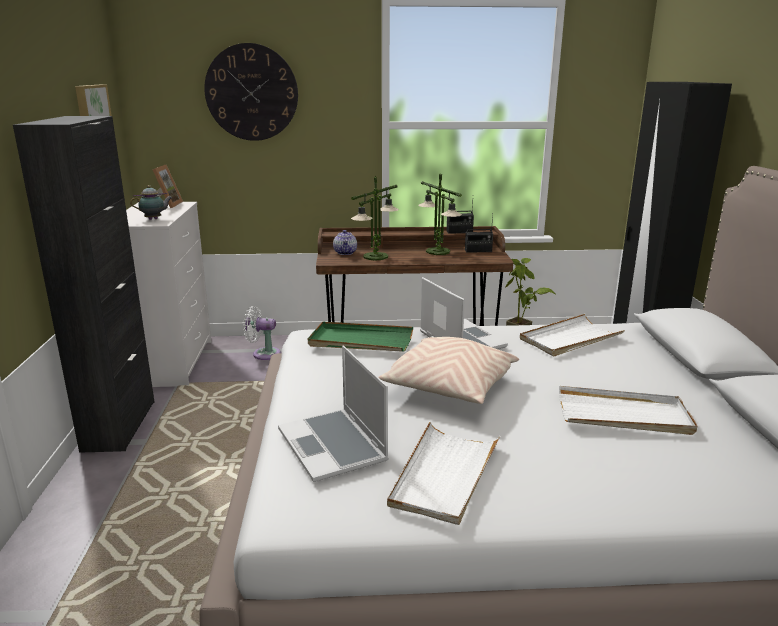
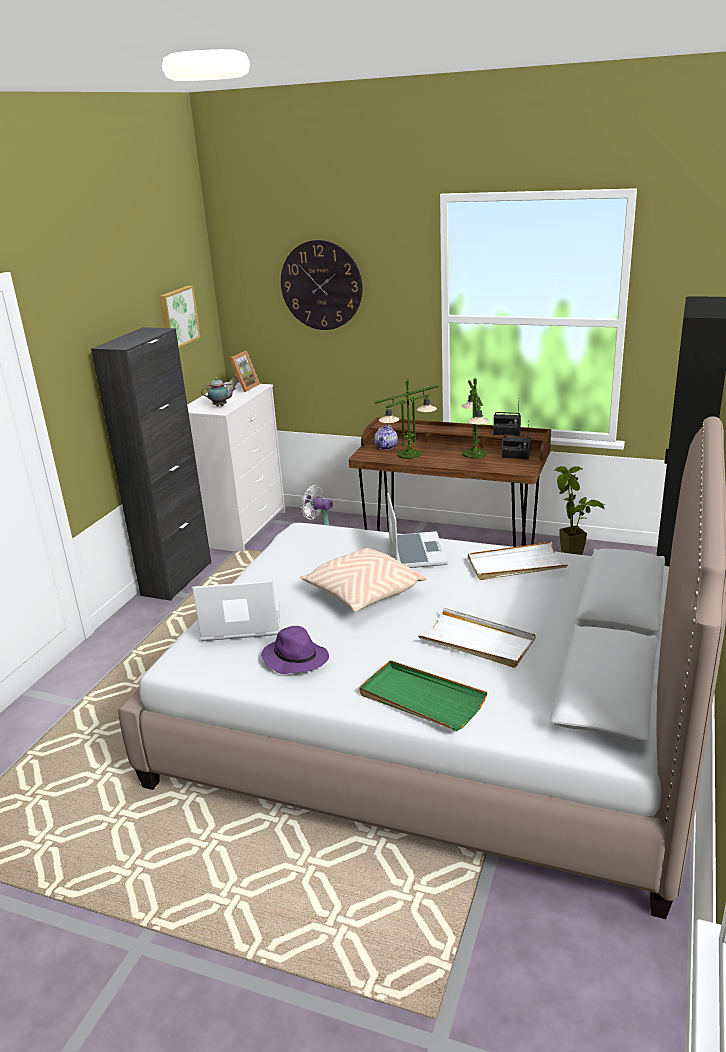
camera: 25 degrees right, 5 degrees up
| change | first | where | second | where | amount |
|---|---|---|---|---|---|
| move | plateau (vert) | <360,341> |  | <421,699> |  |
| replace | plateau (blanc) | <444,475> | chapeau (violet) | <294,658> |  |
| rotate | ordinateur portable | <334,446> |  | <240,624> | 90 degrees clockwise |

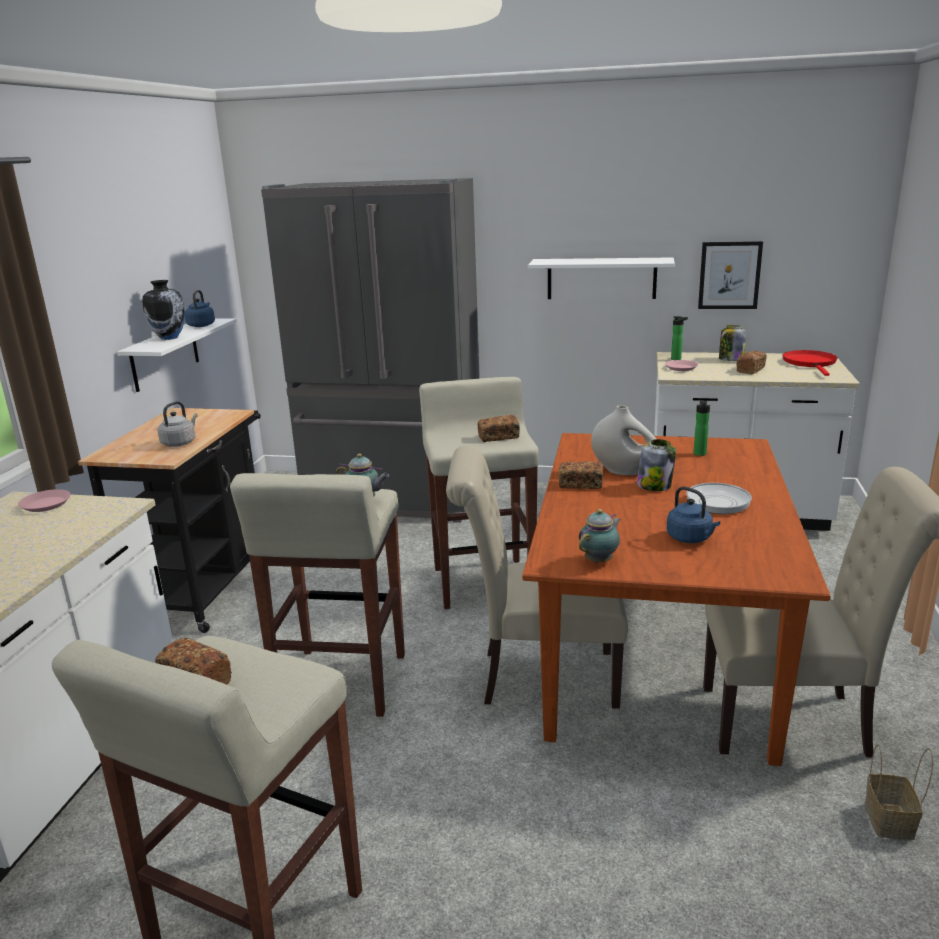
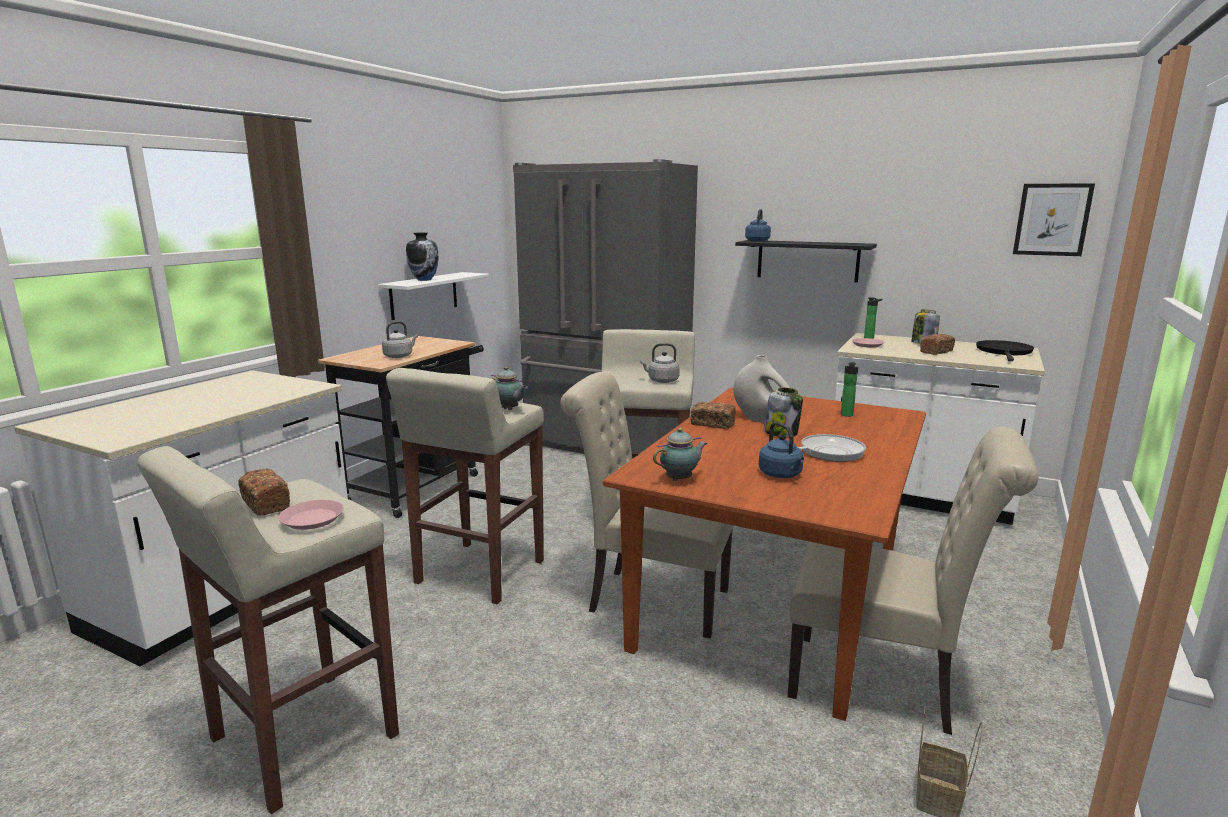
camera: 15 degrees right, 5 degrees down
| change | first | where | second | where | amount |
|---|---|---|---|---|---|
| move | assiette (rose) | <45,504> |  | <312,519> |  |
| move | bouilloire (bleu) | <201,325> |  | <757,241> |  |
| move | tableau | <729,275> |  | <1052,219> |  |
| replace | pain | <498,437> | bouilloire (gris) | <661,381> |  |
| recolor | étagère (blanc) | <601,278> | étagère (noir) | <807,260> |  |
| recolor | poêle (rouge) | <810,363> | poêle (noir) | <1004,352> |  |

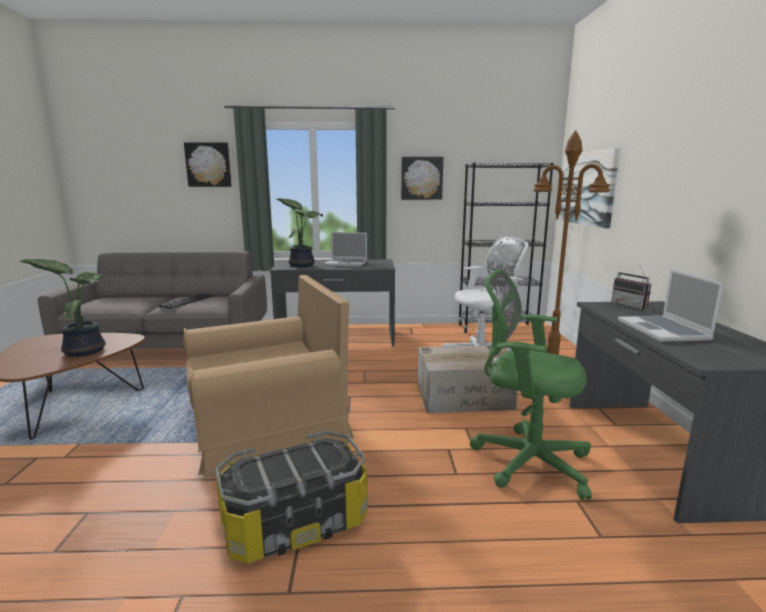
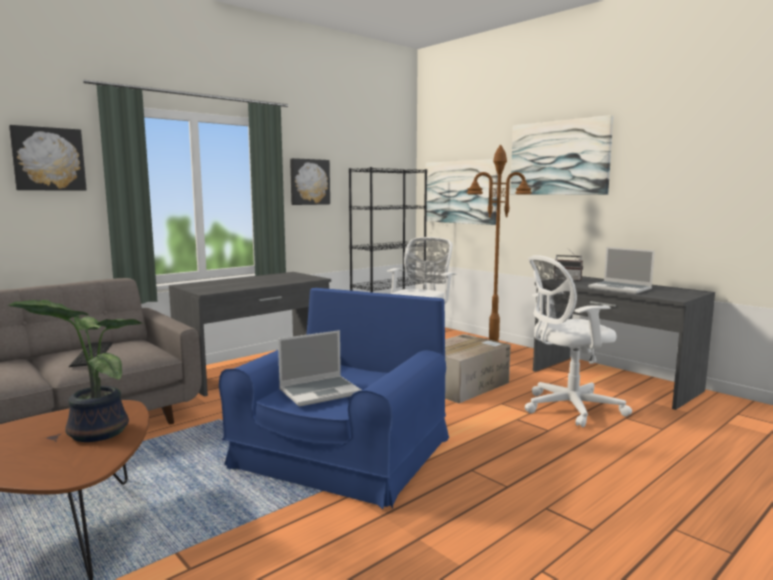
camera: 40 degrees left, 5 degrees down
| change | first | where | second | where | amount |
|---|---|---|---|---|---|
| delete | boîte de rangement | <295,524> |  |  |  |
| delete | plante en pot | <301,265> |  |  |  |
| insert |  |  | tableau | <559,158> |  |
| move | ordinateur portable | <347,263> |  | <320,392> |  |
| recolor | fauteuil (marron) | <266,420> | fauteuil (bleu) | <343,453> |  |
| recolor | chaise de bureau (vert) | <525,460> | chaise de bureau (blanc) | <567,408> |  |

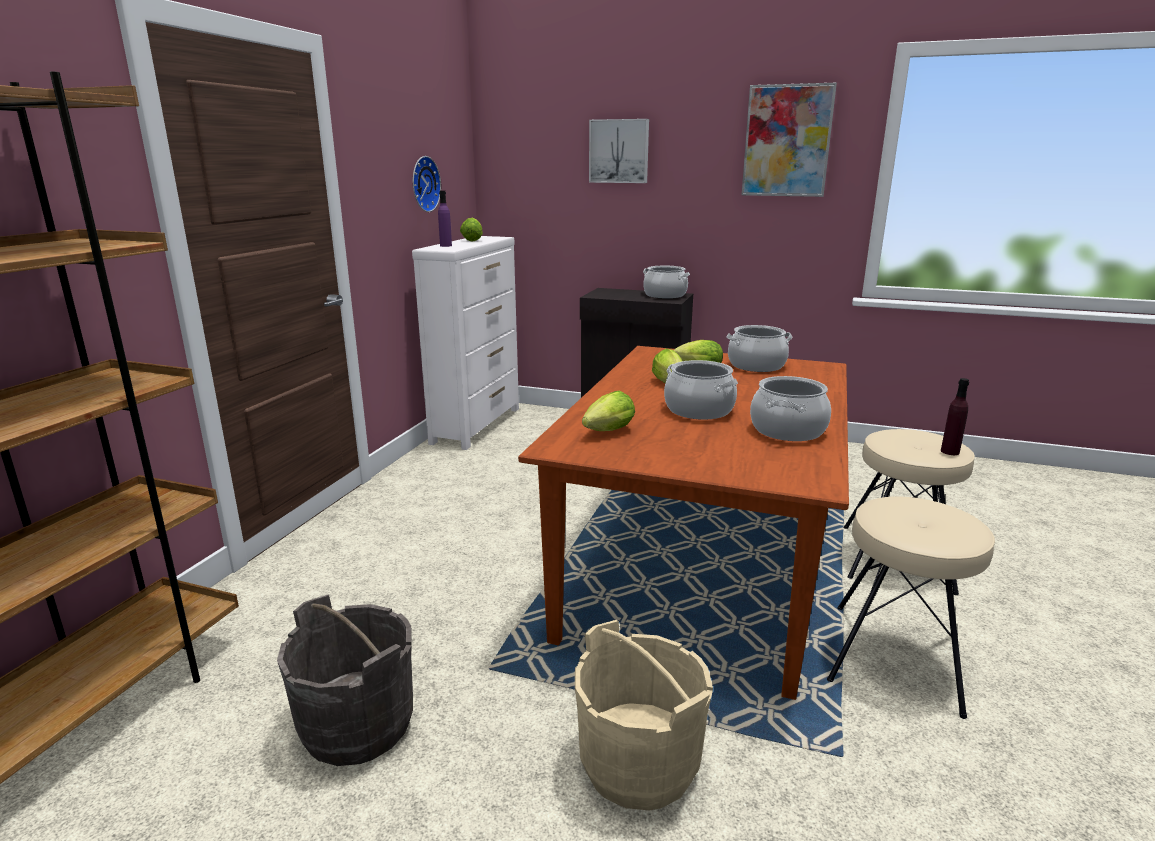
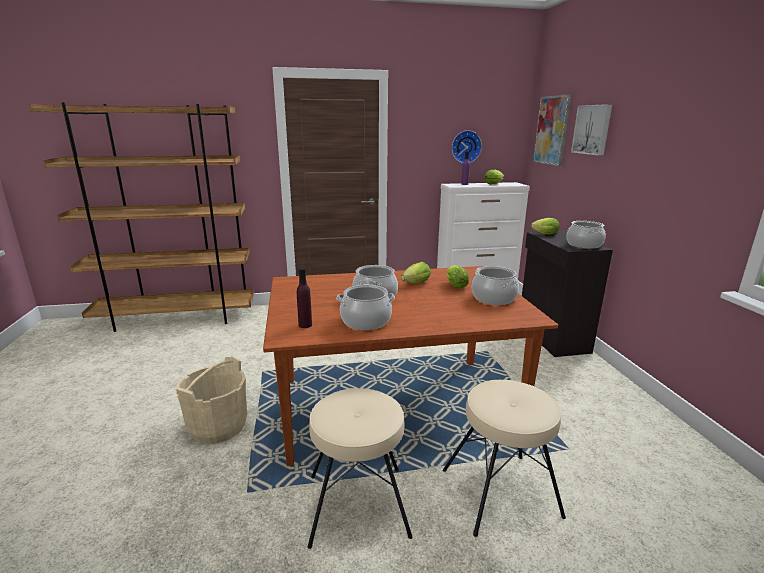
camera: 60 degrees right, 0 degrees up
| change | first | where | second | where | amount |
|---|---|---|---|---|---|
| delete | seau (gris) | <357,725> |  |  |  |
| move | laitue | <606,432> |  | <543,234> |  |
| move | tableau | <787,141> |  | <551,130> |  |
| move | bouteille (violet) | <950,452> |  | <305,325> |  |

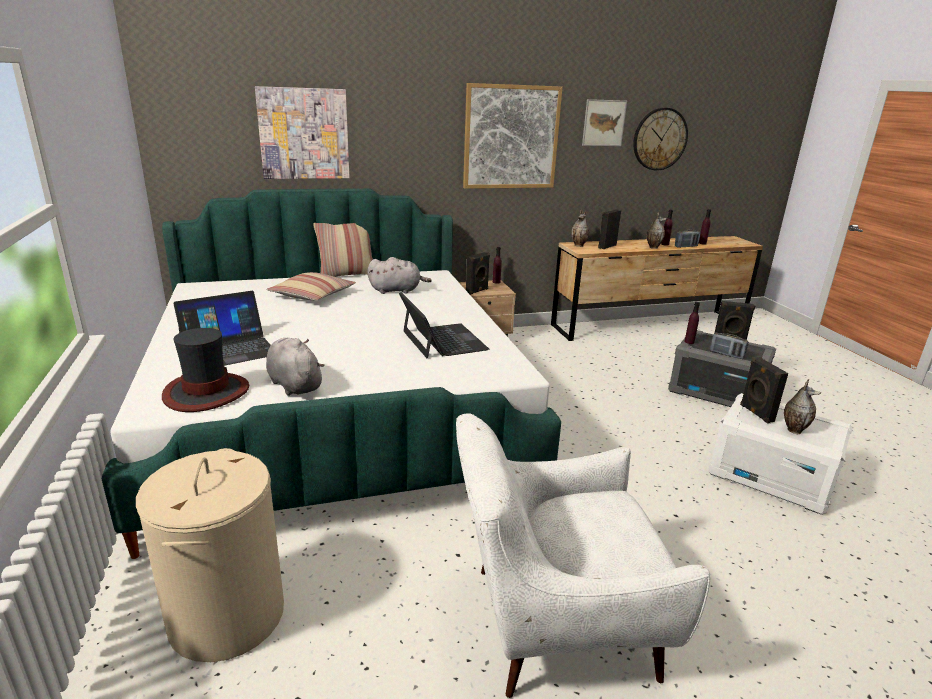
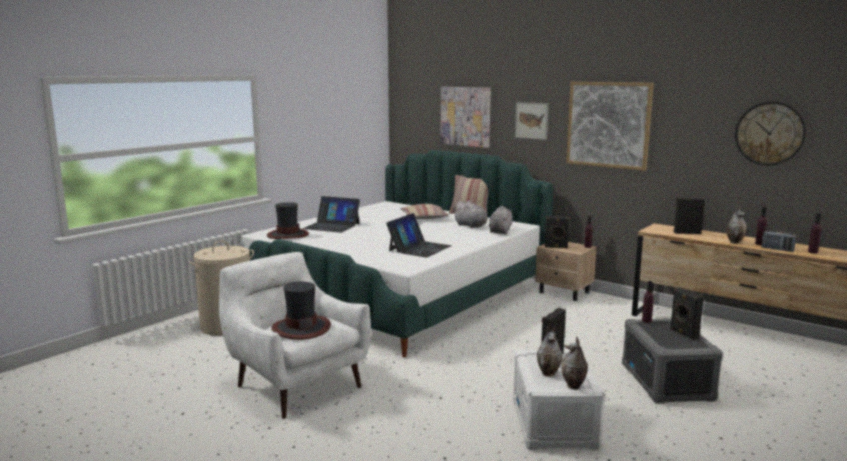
camera: 55 degrees right, 10 degrees down
| change | first | where | second | where | amount |
|---|---|---|---|---|---|
| delete | radio | <726,354> |  |  |  |
| insert |  |  | chapeau | <301,328> |  |
| move | peluche (gris) | <294,384> |  | <500,231> |  |
| move | vase | <579,245> |  | <574,386> |  |
| move | tableau | <603,123> |  | <531,120> |  |

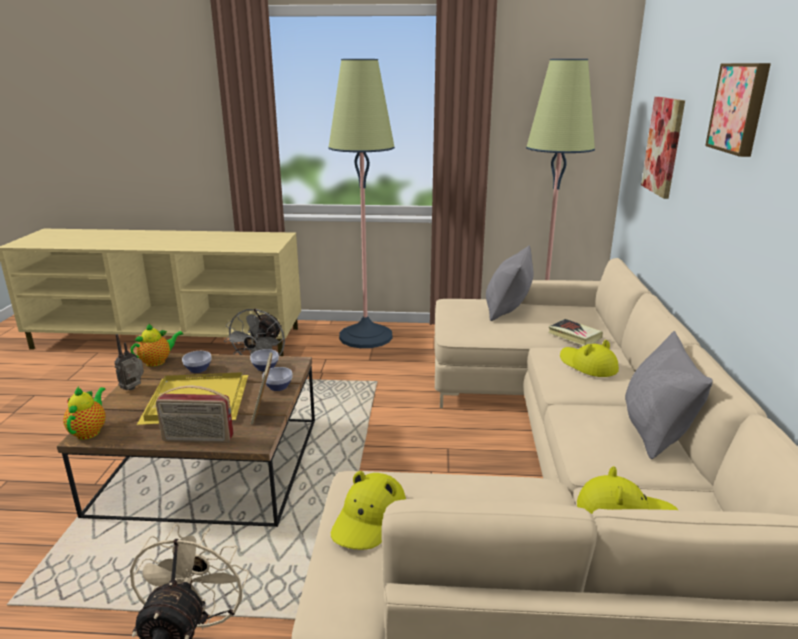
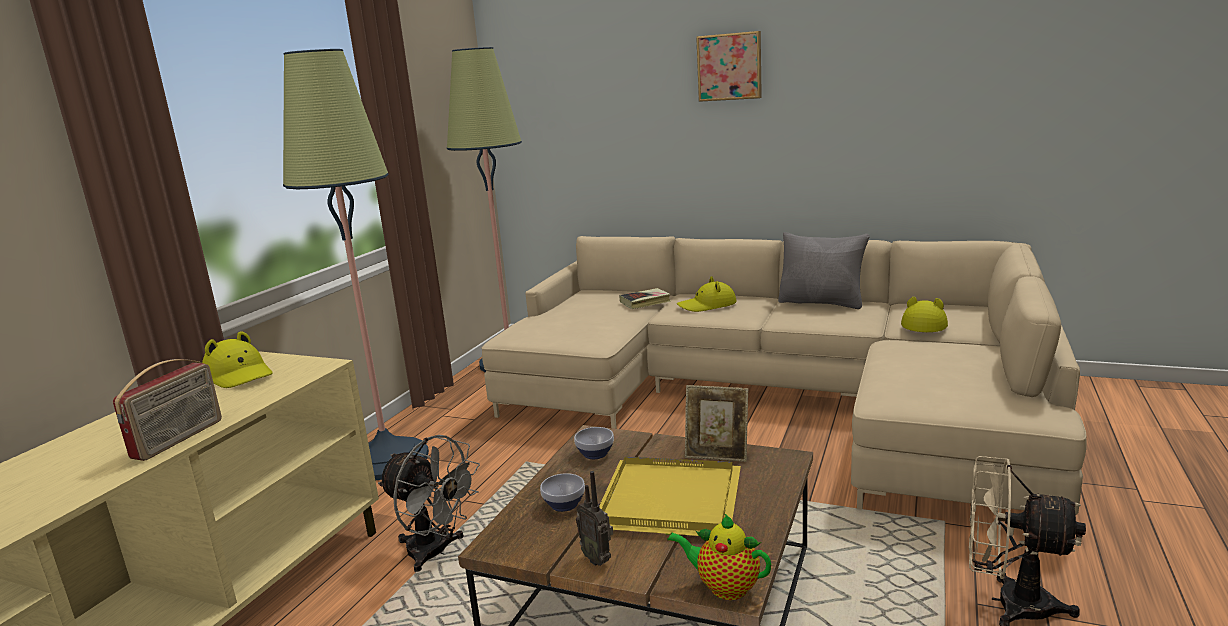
camera: 70 degrees left, 5 degrees down
| change | first | where | second | where | amount |
|---|---|---|---|---|---|
| delete | théière | <158,361> |  |  |  |
| delete | bol | <278,387> |  |  |  |
| delete | coussin (gris) | <507,310> |  |  |  |
| delete | tableau | <663,146> |  |  |  |
| move | radio | <197,439> |  | <179,439> |  |
| move | chapeau (jaune) | <369,519> |  | <239,375> |  |

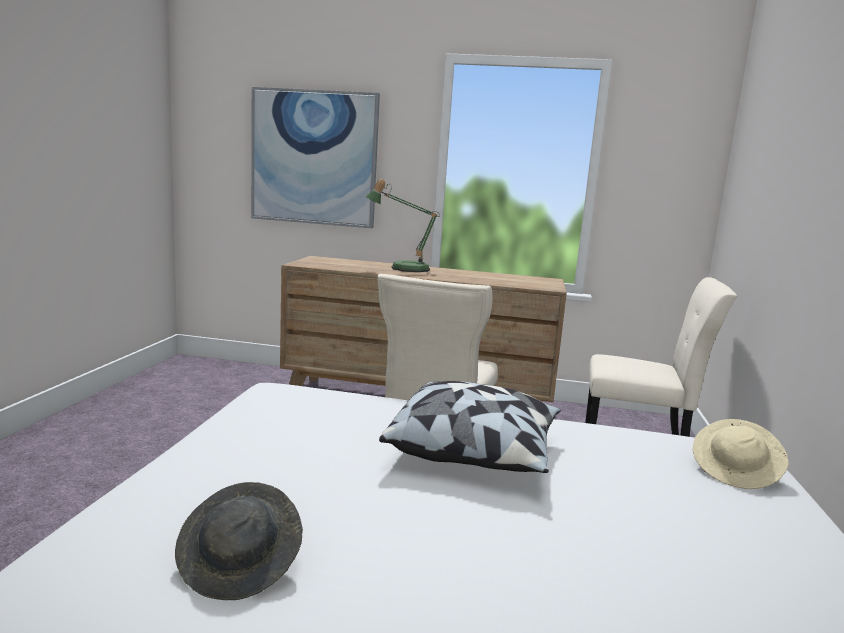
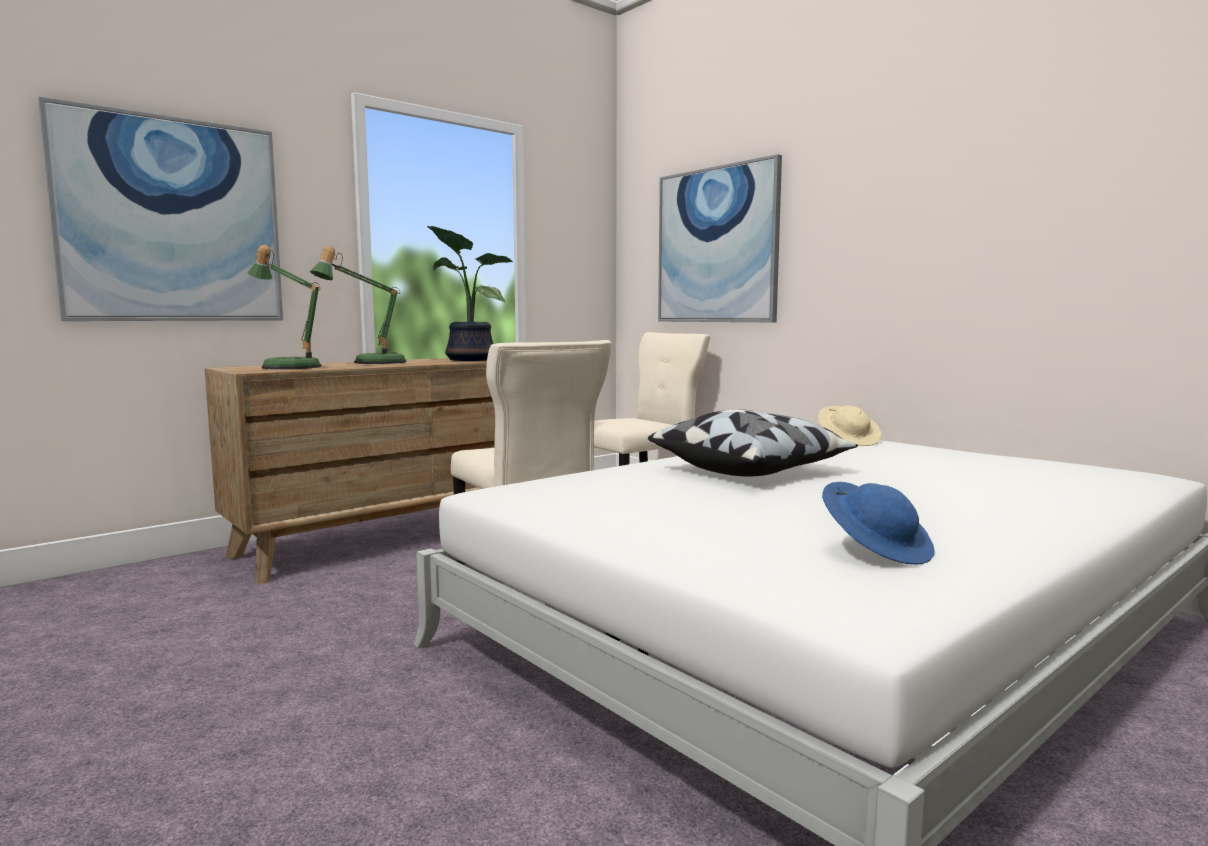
camera: 50 degrees left, 5 degrees down
| change | first | where | second | where | amount |
|---|---|---|---|---|---|
| insert |  |  | lampe de table | <287,367> |  |
| insert |  |  | plante en pot | <467,359> |  |
| insert |  |  | tableau | <716,245> |  |
| recolor | chapeau (gris) | <241,564> | chapeau (bleu) | <876,550> |  |

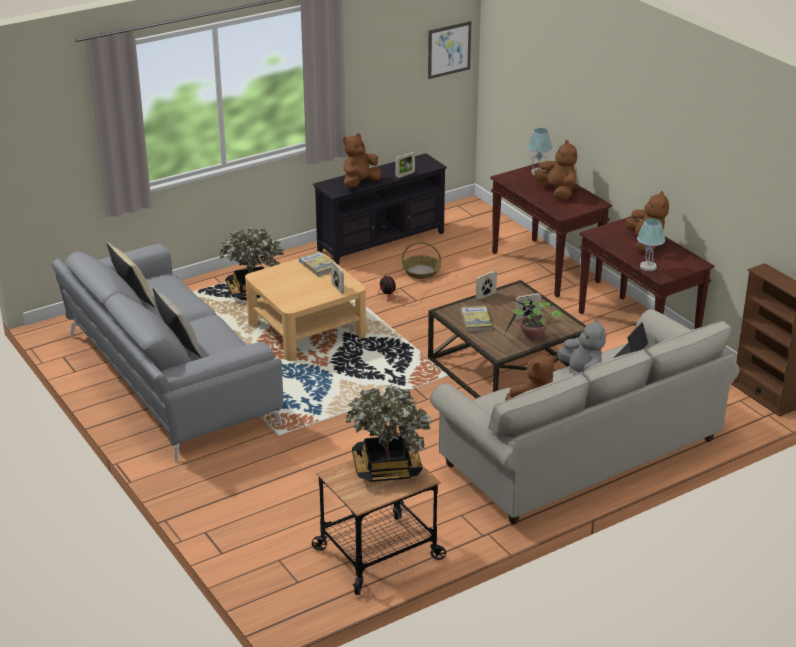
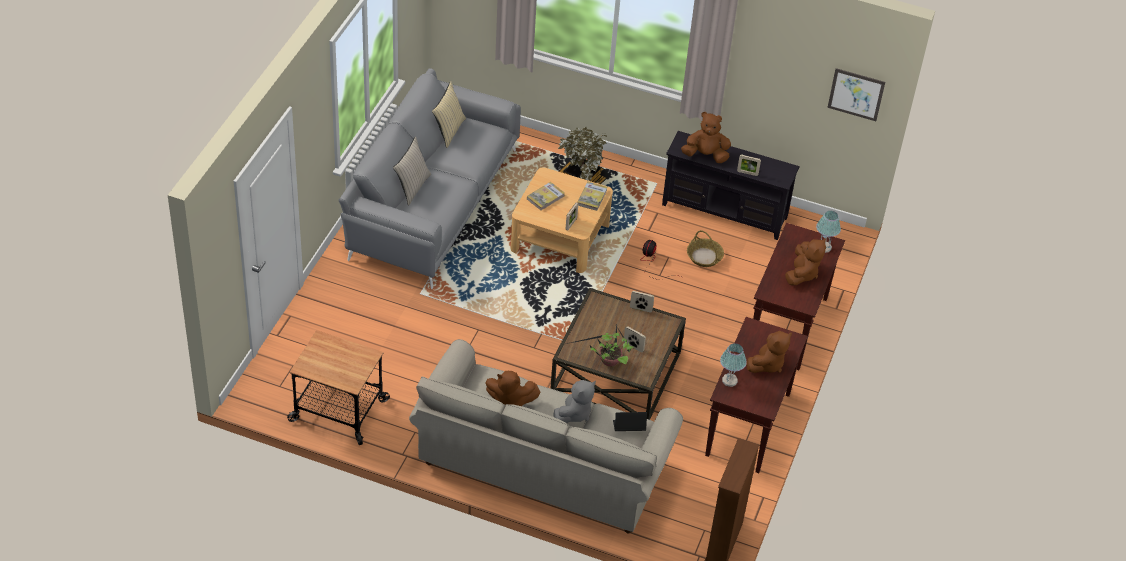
camera: 50 degrees right, 15 degrees up
| change | first | where | second | where | amount |
|---|---|---|---|---|---|
| delete | plante en pot | <387,468> |  |  |  |
| move | livre | <476,320> |  | <545,197> |  |

